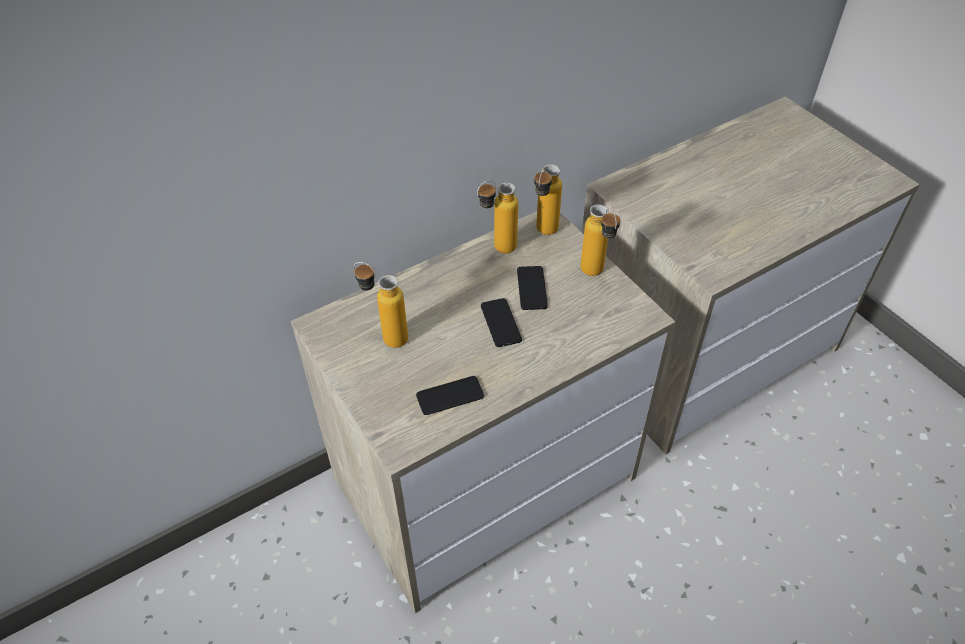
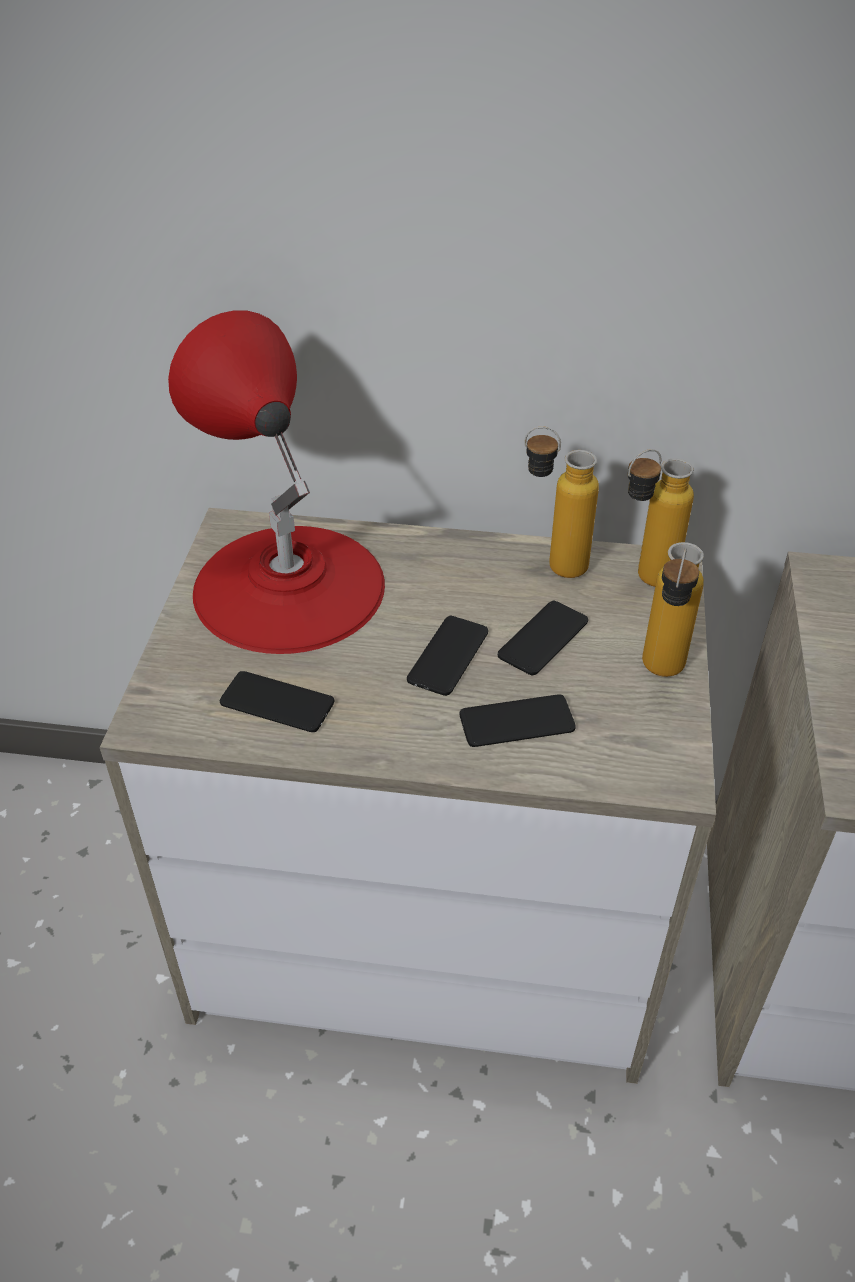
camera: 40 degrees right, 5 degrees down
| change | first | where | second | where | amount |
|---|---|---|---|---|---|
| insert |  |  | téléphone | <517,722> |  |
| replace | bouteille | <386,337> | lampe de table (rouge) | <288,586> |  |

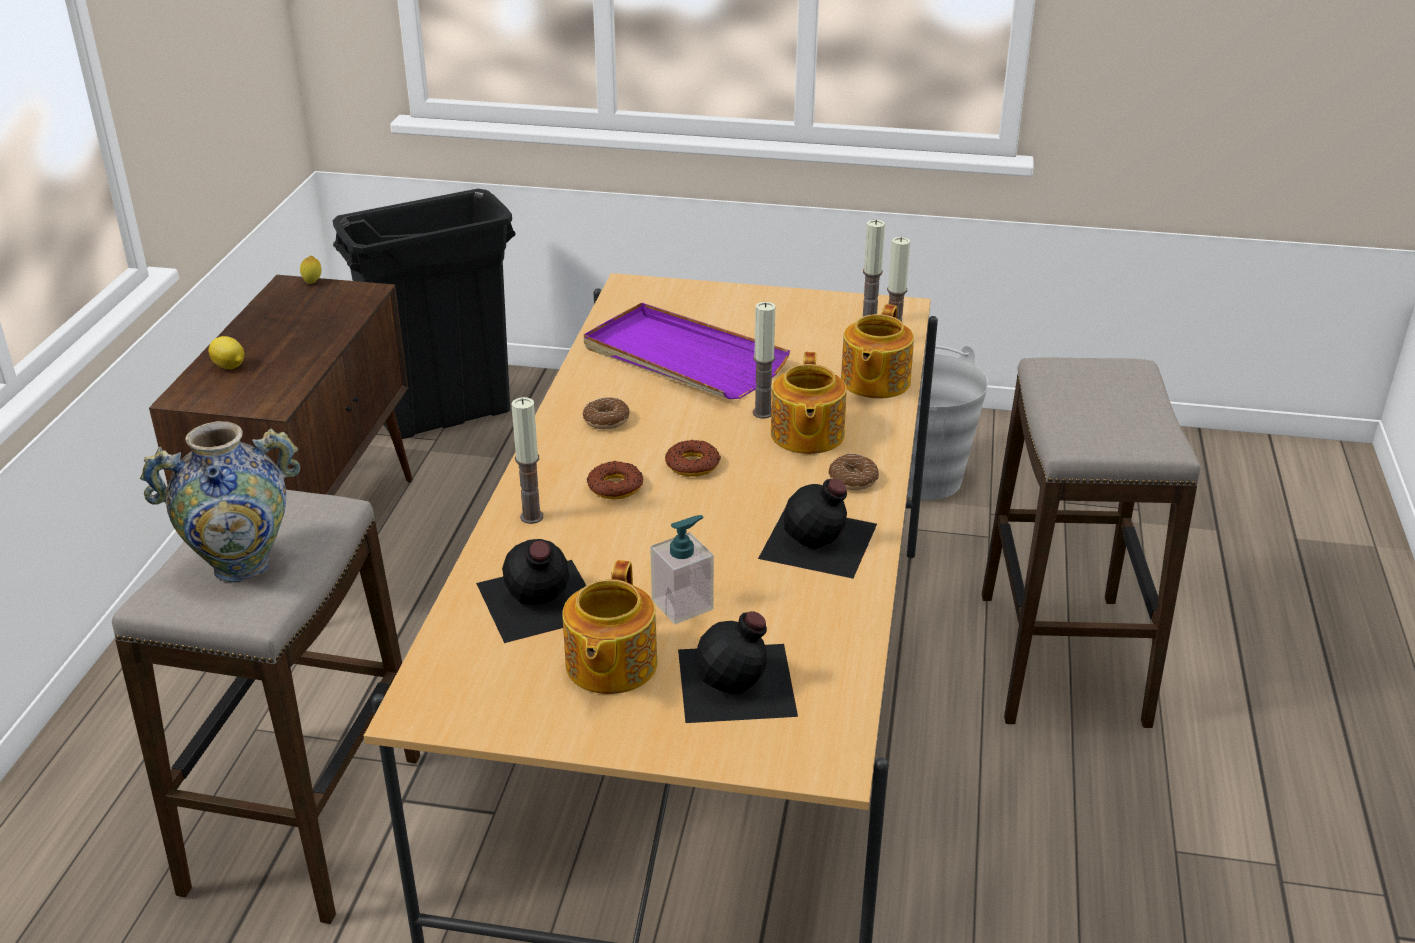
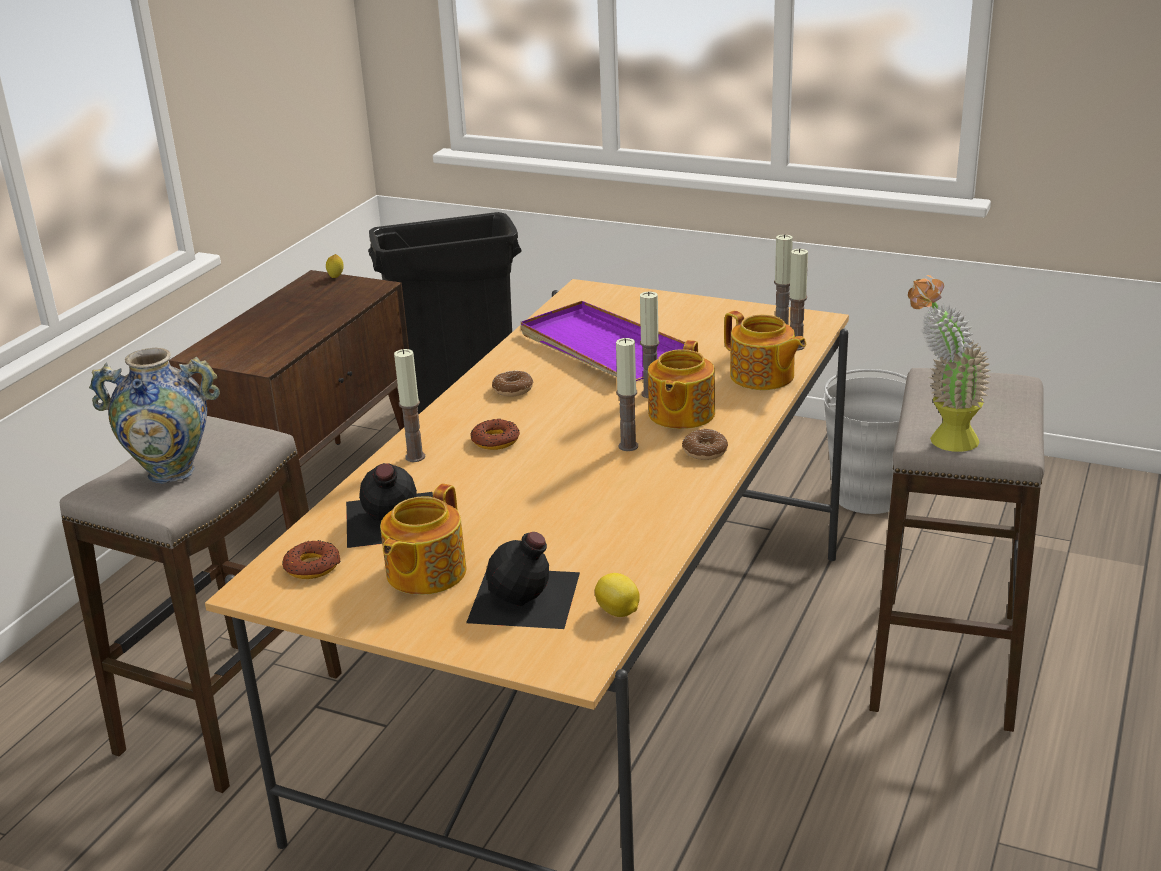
camera: 15 degrees right, 5 degrees down
| change | first | where | second | where | amount |
|---|---|---|---|---|---|
| delete | distributeur de savon | <682,604> |  |  |  |
| delete | bouteille (noir) | <819,542> |  |  |  |
| insert |  |  | bougie | <628,446> |  |
| insert |  |  | plante en pot | <941,439> |  |
| move | citron | <229,367> |  | <618,612> |  |
| move | beignet | <692,464> |  | <312,566> |  |
| rotate | théière | <874,382> |  | <762,377> | 75 degrees counterclockwise |

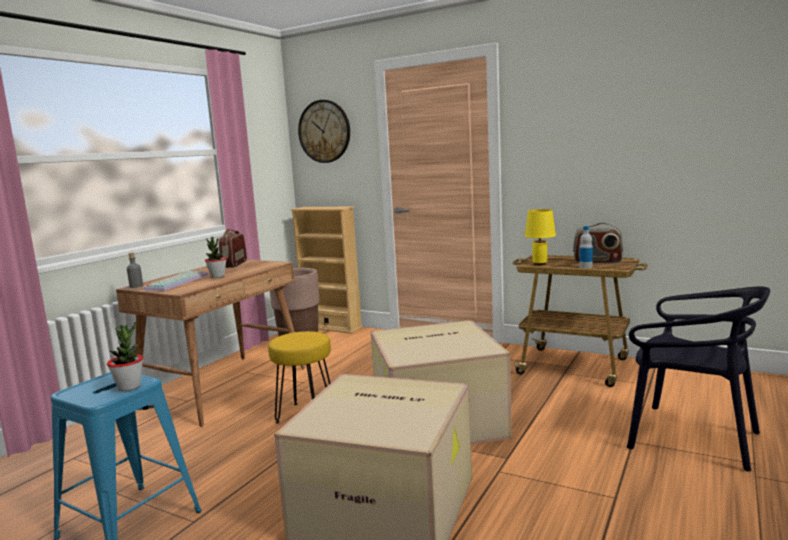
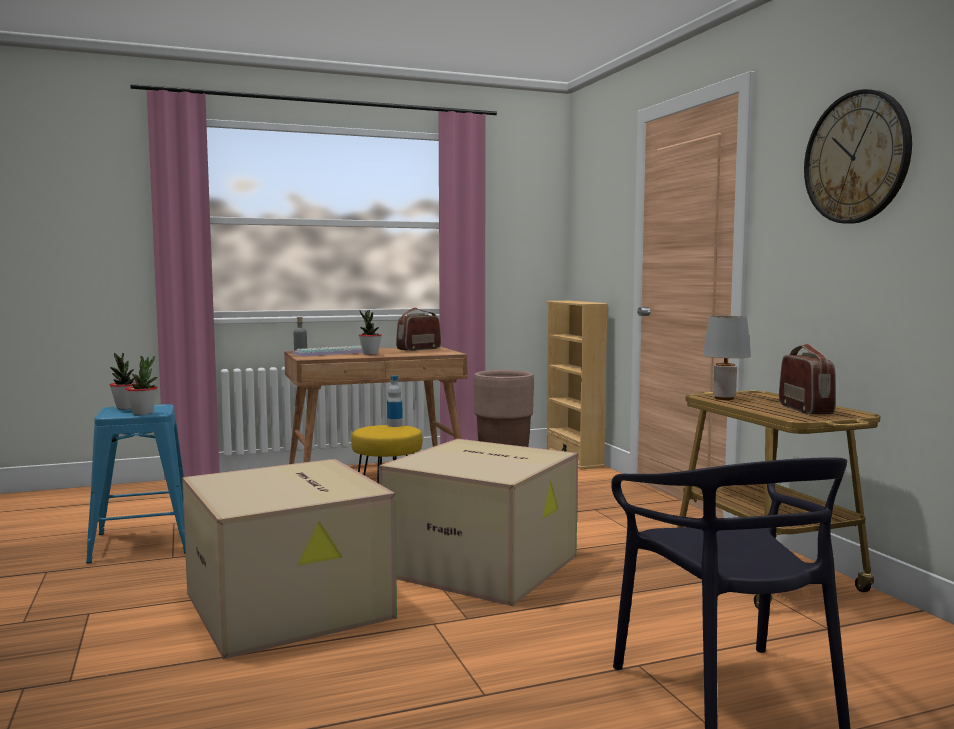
camera: 40 degrees right, 5 degrees down
| change | first | where | second | where | amount |
|---|---|---|---|---|---|
| insert |  |  | plante en pot | <126,407> |  |
| move | horloge murale | <324,131> |  | <856,157> |  |
| move | bouteille | <585,267> |  | <395,425> |  |
| recolor | lampe de table (jaune) | <539,263> | lampe de table (gris) | <724,398> |  |
| rotate | radio | <597,262> |  | <806,409> | 150 degrees counterclockwise |

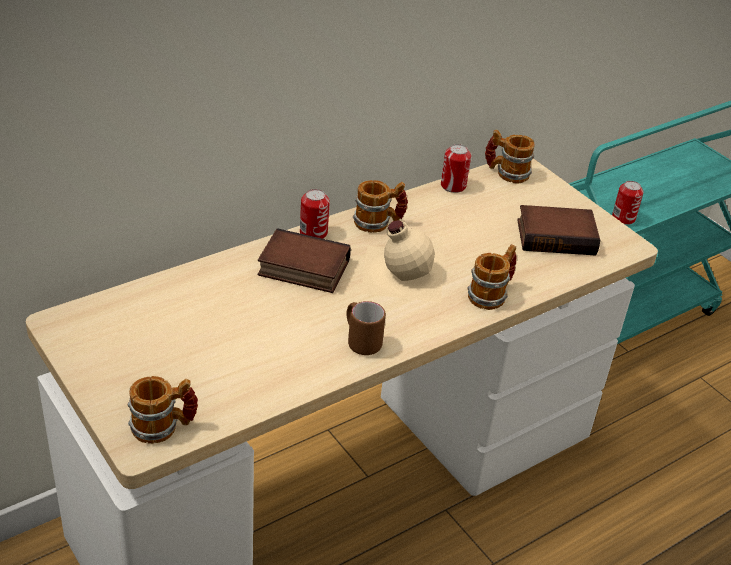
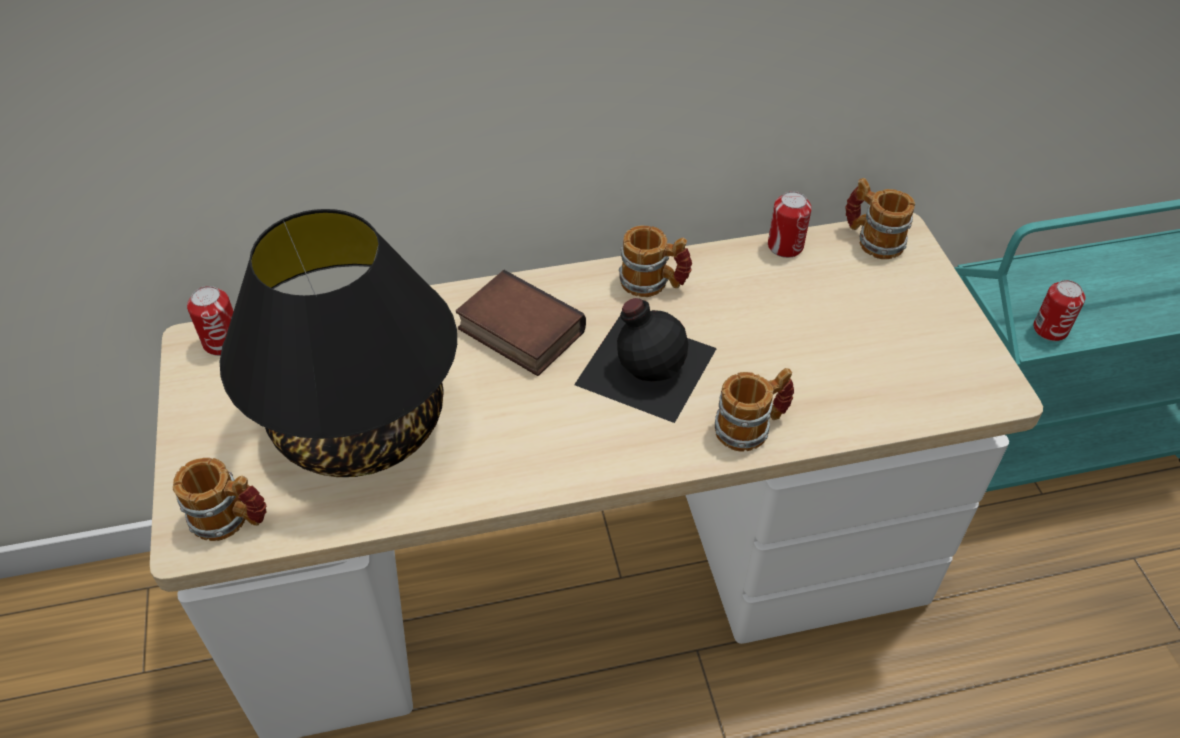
camera: 25 degrees right, 10 degrees up
| change | first | where | second | where | amount |
|---|---|---|---|---|---|
| delete | mug (marron) | <360,341> |  |  |  |
| delete | livre | <557,236> |  |  |  |
| insert |  |  | lampe de table (noir) | <359,424> |  |
| move | boîte métallique | <313,233> |  | <223,342> |  |
| recolor | bouteille (beige) | <401,272> | bouteille (noir) | <645,364> |  |

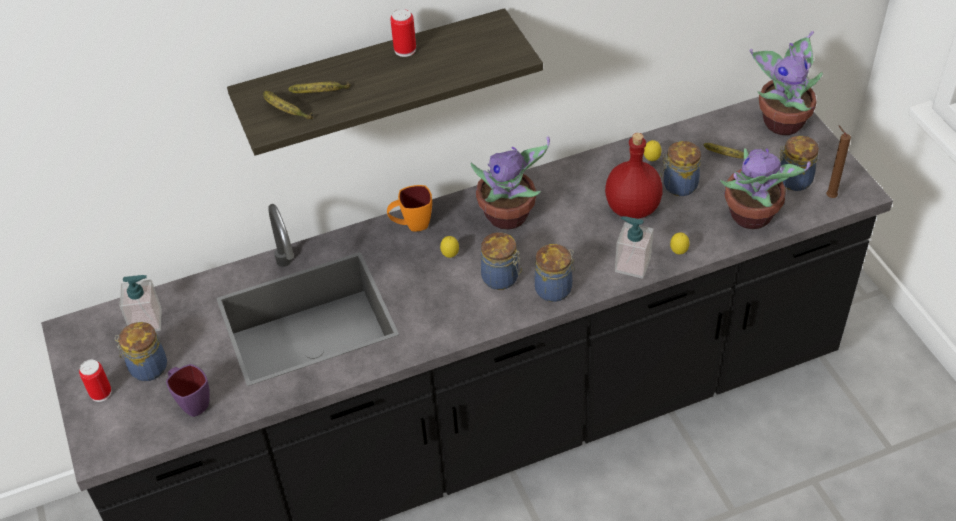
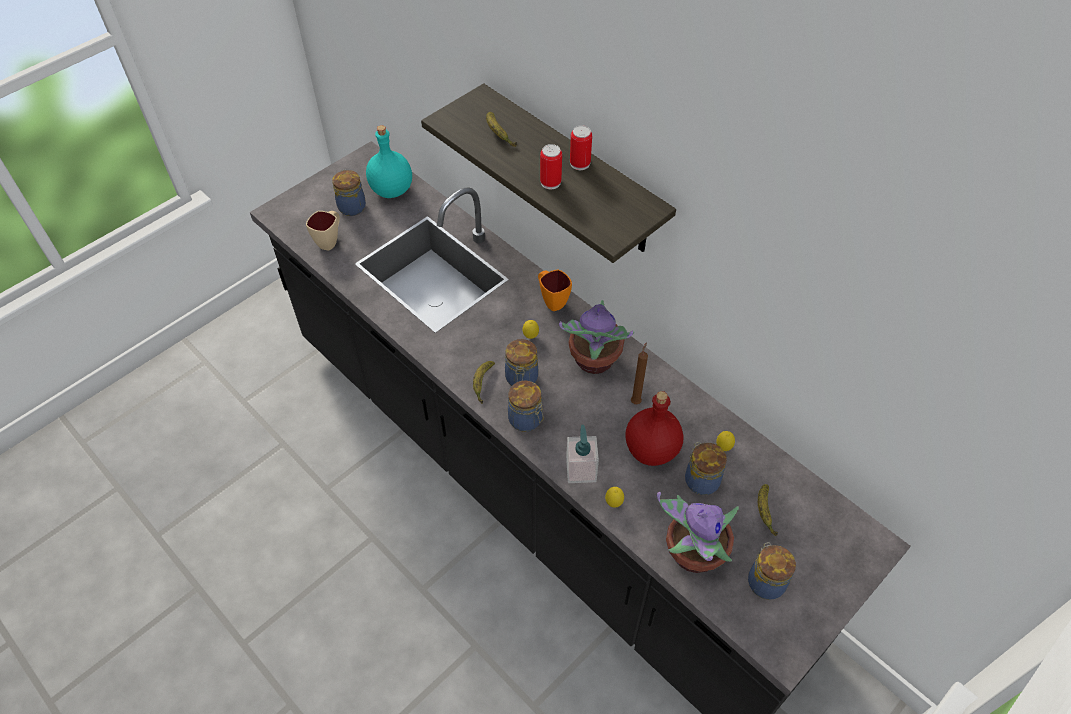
camera: 65 degrees right, 5 degrees up
| change | first | where | second | where | amount |
|---|---|---|---|---|---|
| delete | plante en pot | <782,120> |  |  |  |
| move | boîte métallique | <101,393> |  | <550,182> |  |
| move | banane | <285,111> |  | <482,383> |  |
| move | bougie (marron) | <829,196> |  | <636,401> |  |
| replace | distributeur de savon | <146,321> | bouteille (turquoise) | <391,189> |  |
| recolor | mug (violet) | <191,402> | mug (beige) | <330,240> |  |

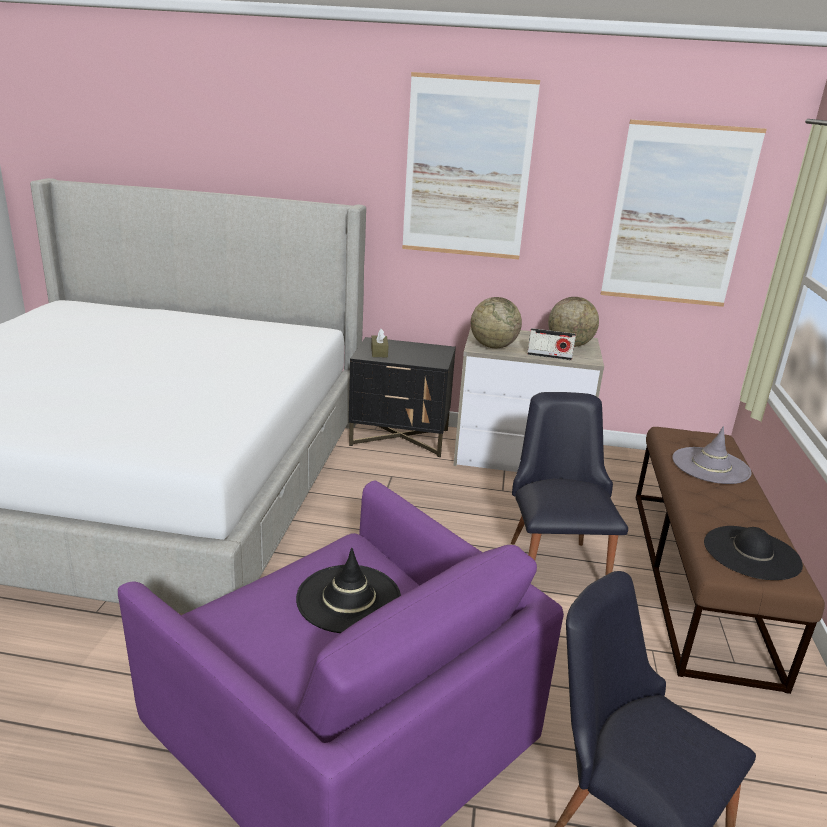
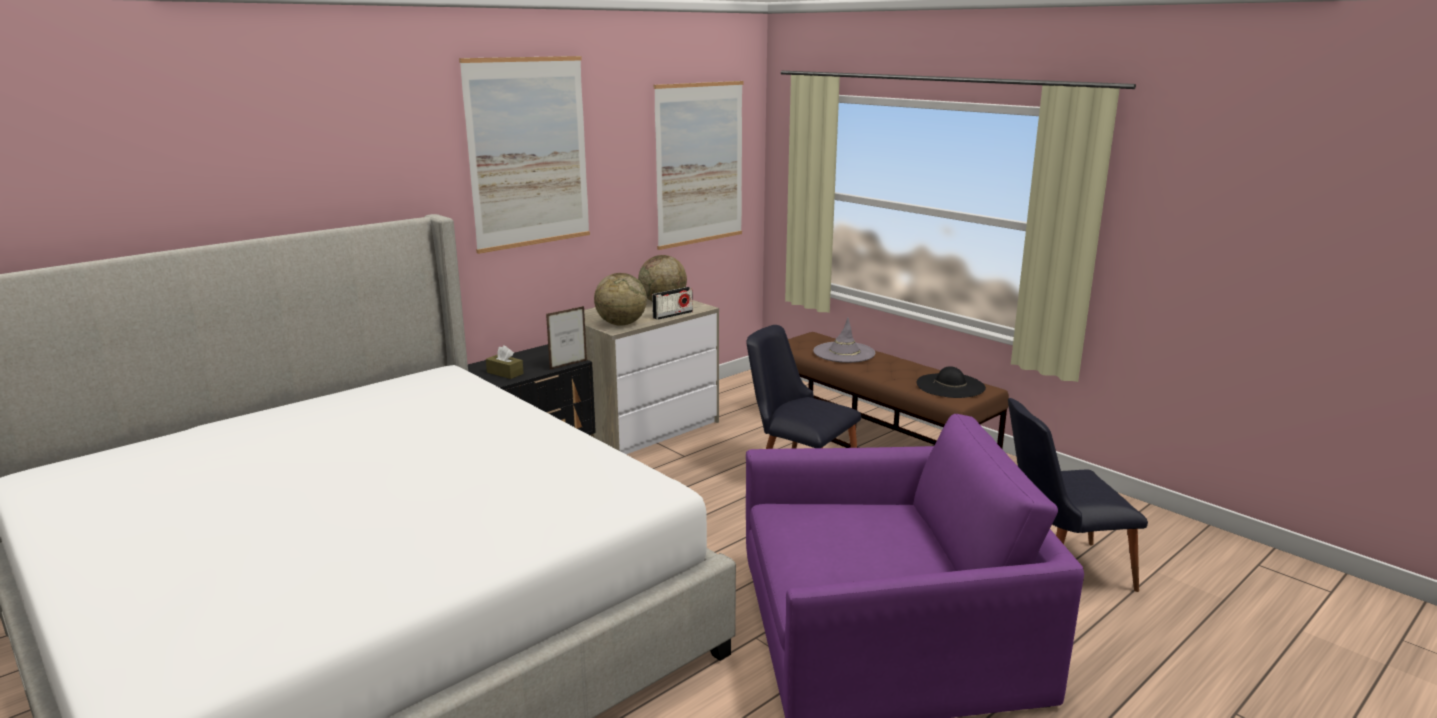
camera: 50 degrees left, 5 degrees down
| change | first | where | second | where | amount |
|---|---|---|---|---|---|
| delete | chapeau (noir) | <348,598> |  |  |  |
| insert |  |  | cadre photo | <568,365> |  |

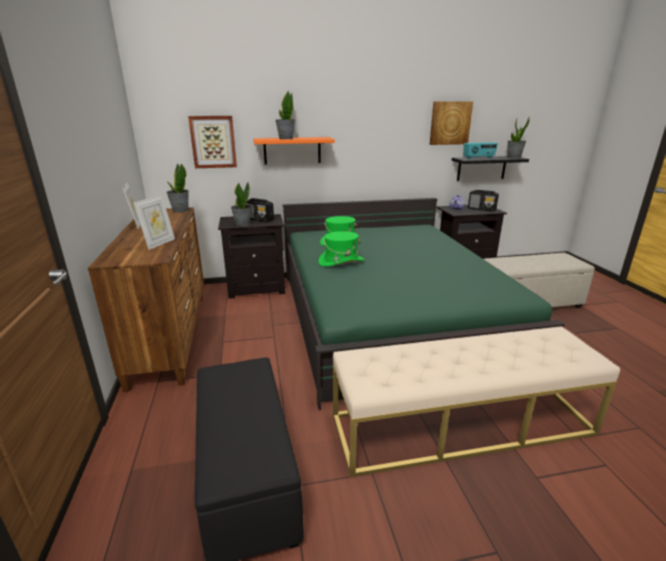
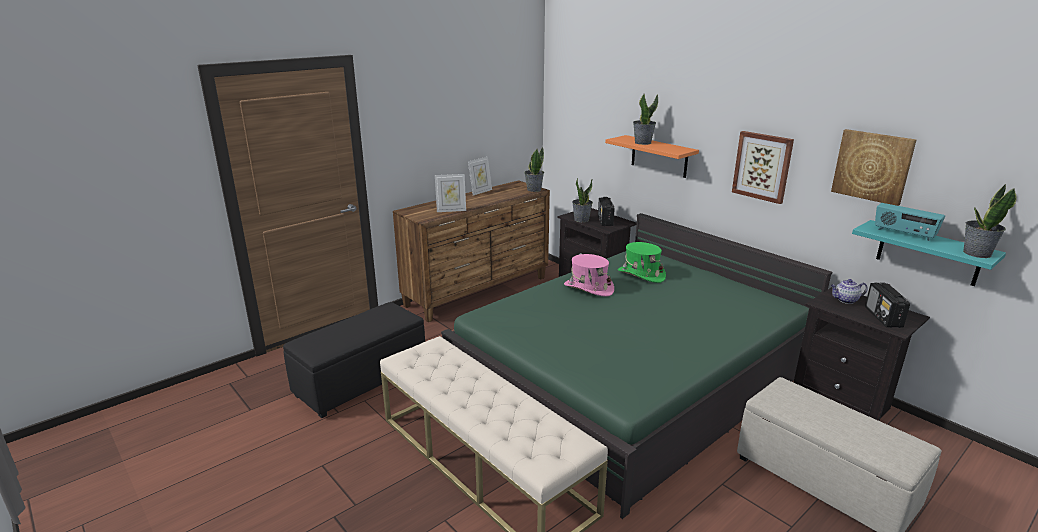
camera: 60 degrees right, 0 degrees up
| change | first | where | second | where | amount |
|---|---|---|---|---|---|
| move | tableau | <213,142> |  | <762,166> |  |
| recolor | chapeau (vert) | <341,262> | chapeau (rose) | <588,288> |  |
| recolor | étagère (noir) | <481,168> | étagère (turquoise) | <928,253> |  |

